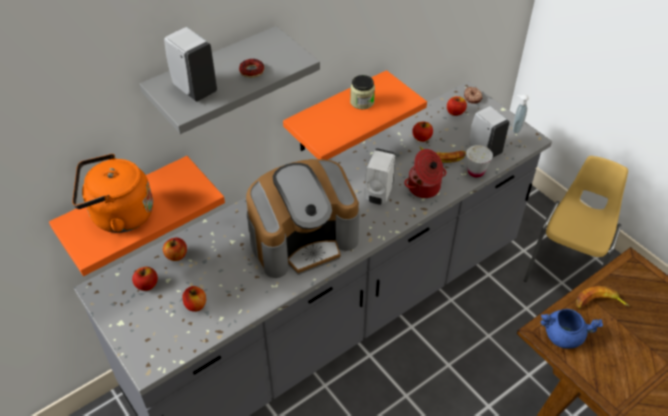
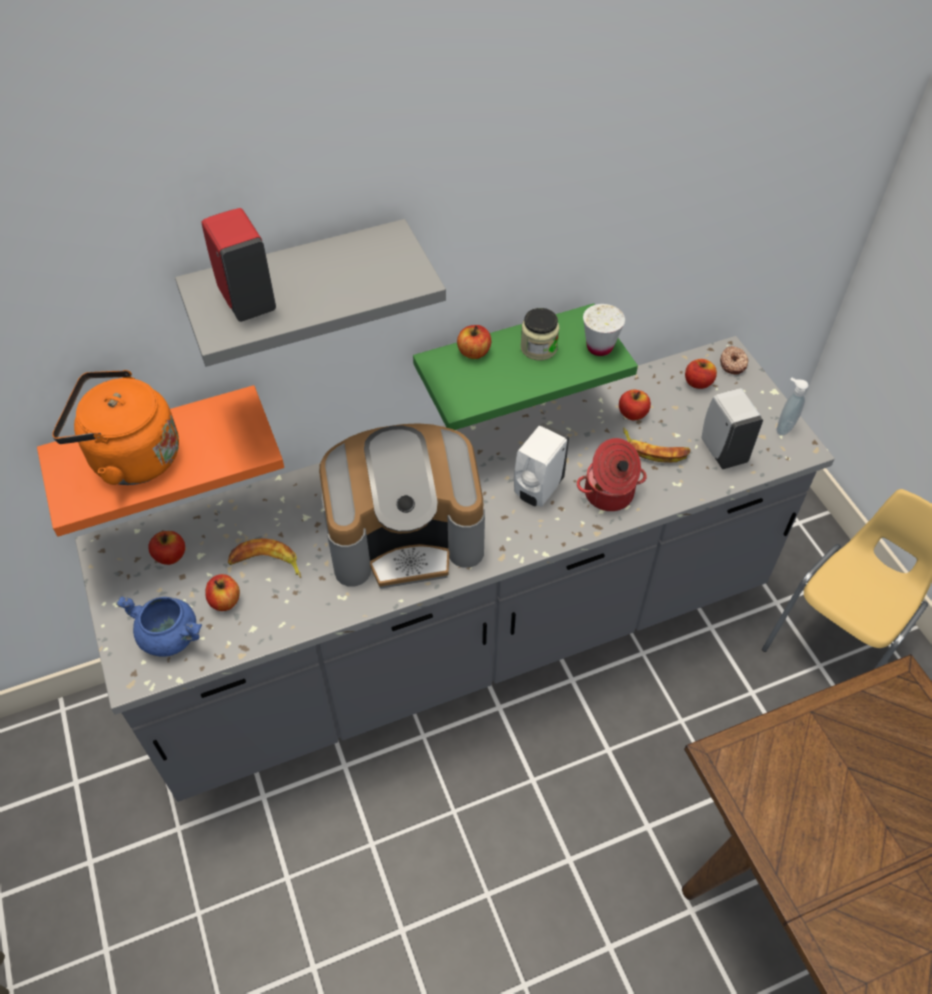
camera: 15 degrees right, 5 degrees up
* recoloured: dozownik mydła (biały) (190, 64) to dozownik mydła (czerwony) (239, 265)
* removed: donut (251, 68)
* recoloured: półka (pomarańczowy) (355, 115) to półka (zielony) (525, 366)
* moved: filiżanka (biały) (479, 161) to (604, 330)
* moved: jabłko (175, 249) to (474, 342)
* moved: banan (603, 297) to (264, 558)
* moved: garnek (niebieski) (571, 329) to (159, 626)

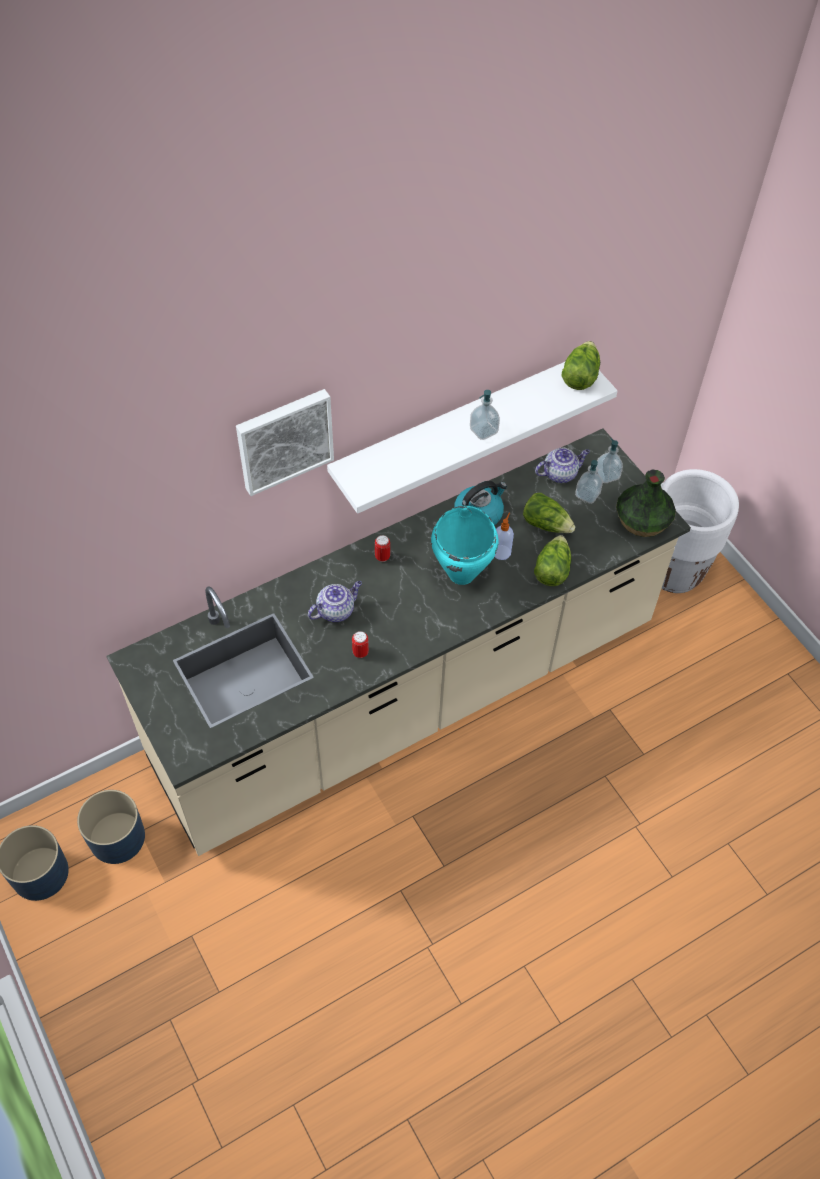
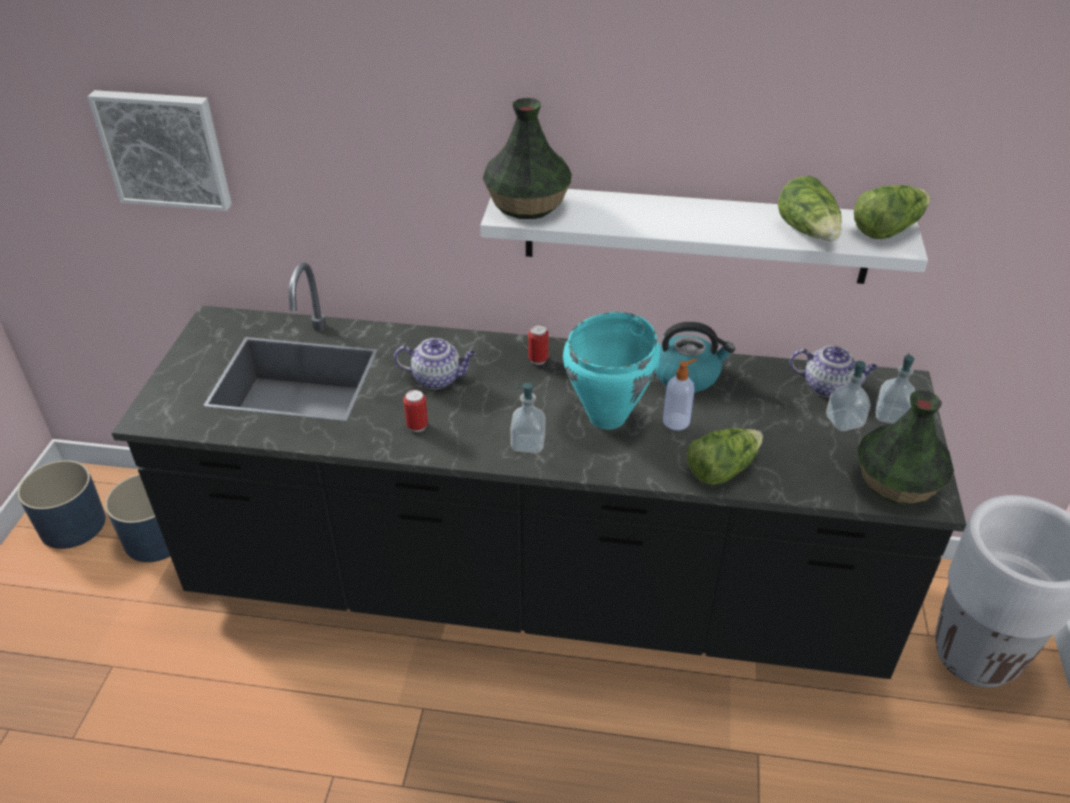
camera: 40 degrees right, 15 degrees down
* moved: obraz (285, 442) to (159, 150)
* moved: dozownik mydła (485, 415) to (528, 417)
* recoloured: zabudowa kuchenna (beżowy) (398, 642) to zabudowa kuchenna (czarny) (539, 470)
* moved: sałata (549, 513) to (810, 208)
* added: wazon (527, 158)

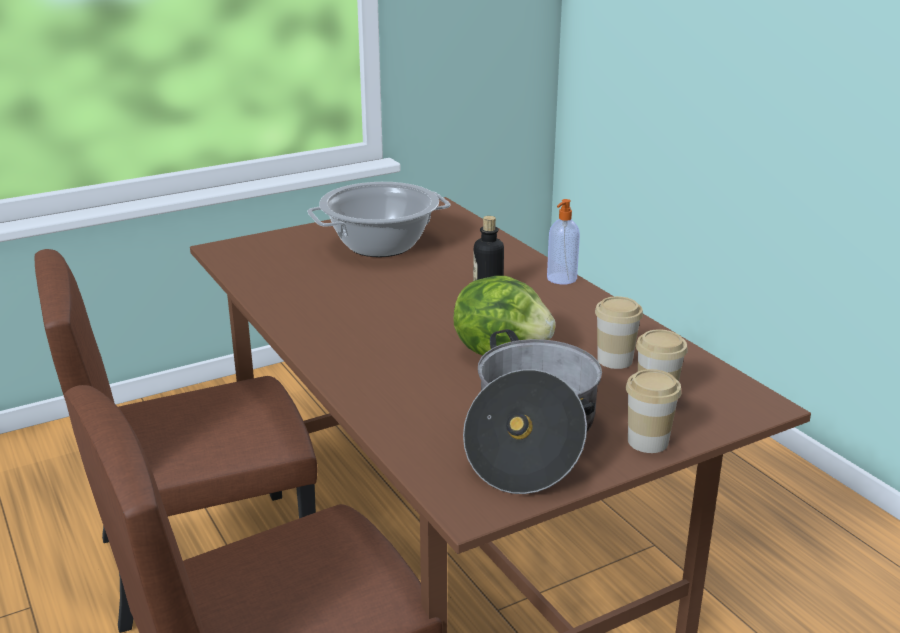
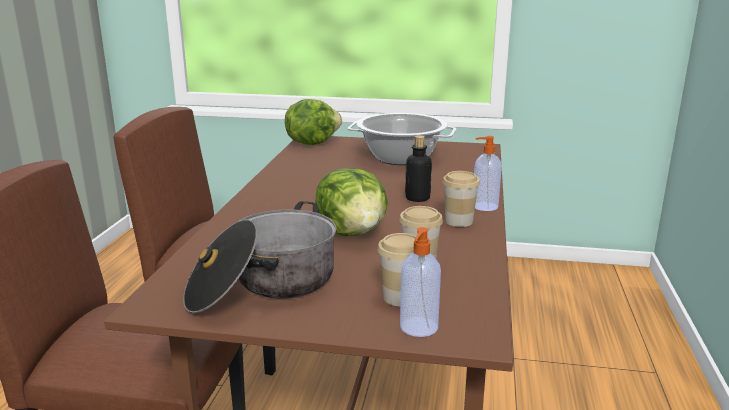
camera: 40 degrees right, 5 degrees down
* moved: filiżanka (654, 411) to (461, 199)
* added: sałata (313, 122)
* added: dozownik mydła (420, 282)

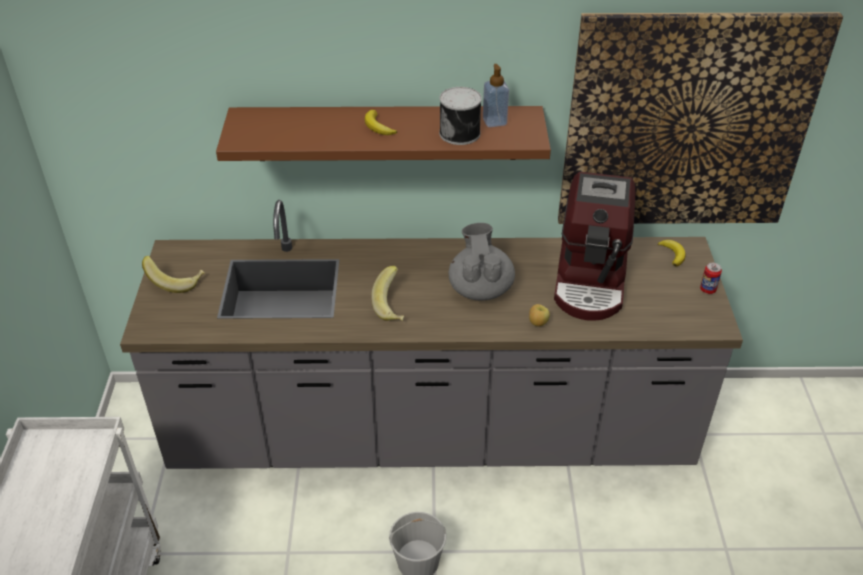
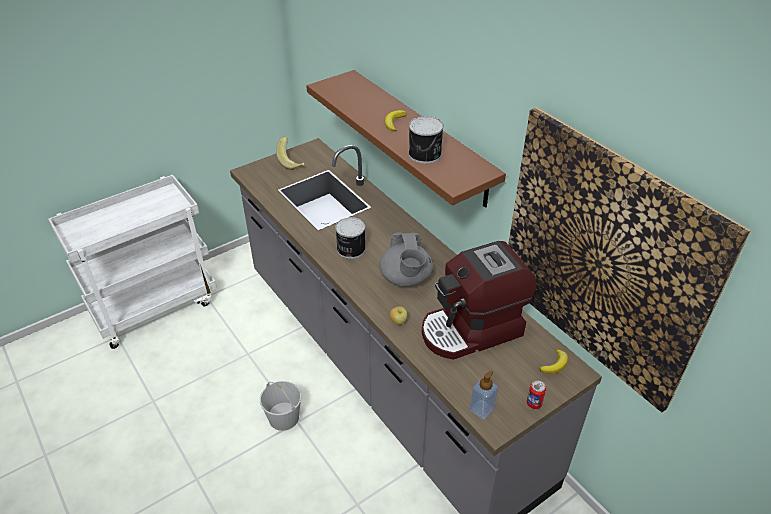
camera: 55 degrees right, 0 degrees up
* moved: dozownik mydła (496, 95) to (484, 395)
* turned: imbryk (szary) (482, 261) = (406, 259) 120 degrees clockwise
* replaced: banan (387, 293) to puszka (350, 238)

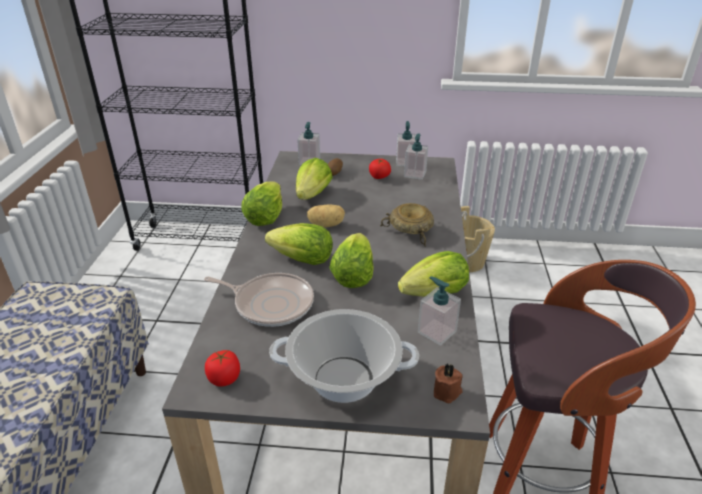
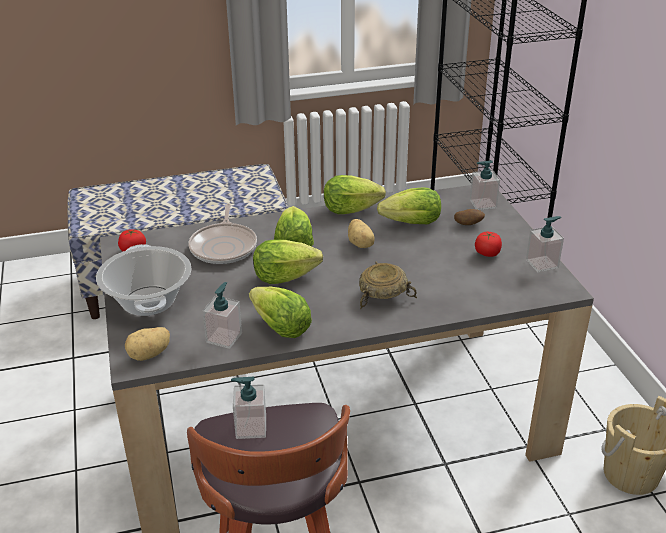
camera: 70 degrees right, 0 degrees up
* moved: dozownik mydła (416, 156) to (248, 408)
* replaced: świeca (brązowy) (448, 383) to ziemniak (147, 344)

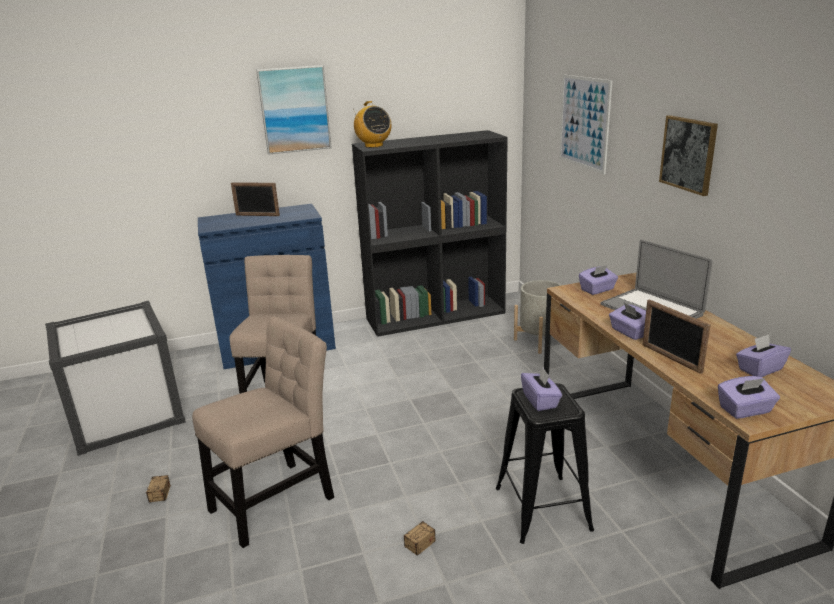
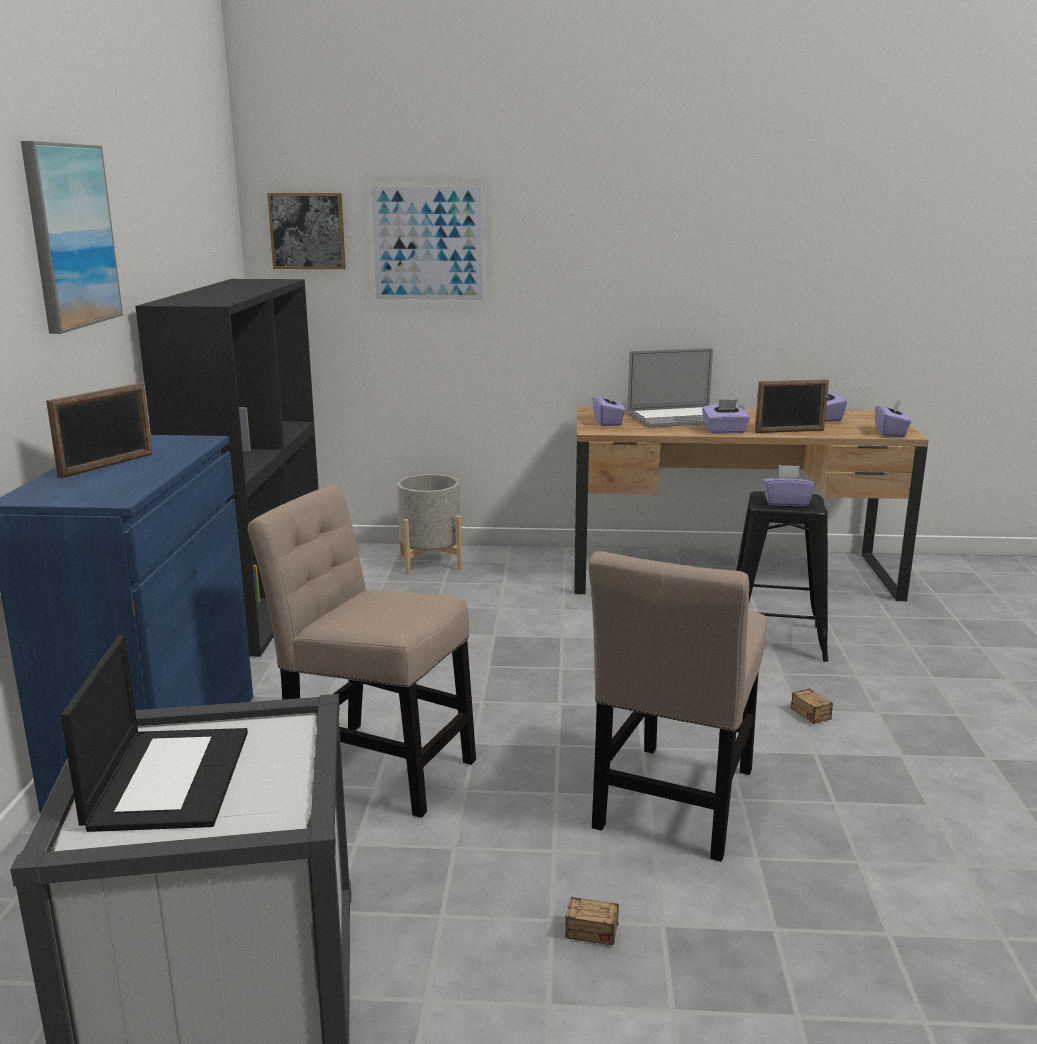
camera: 70 degrees left, 5 degrees down
* removed: radio (372, 124)
* moved: obraz (688, 155) to (306, 231)
* turned: krzesło (beżowy) (263, 432) = (678, 706) 135 degrees counterclockwise
* added: laptop (154, 733)

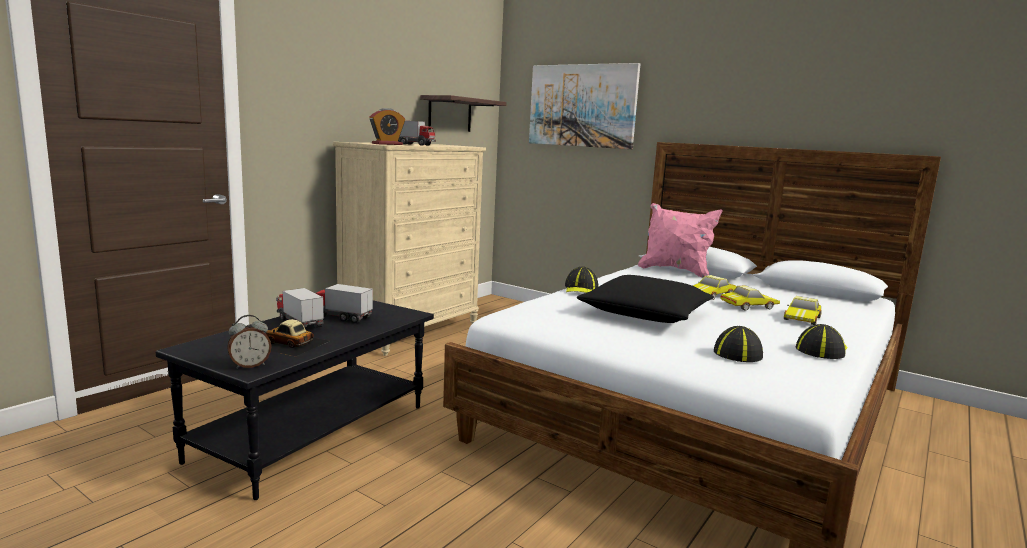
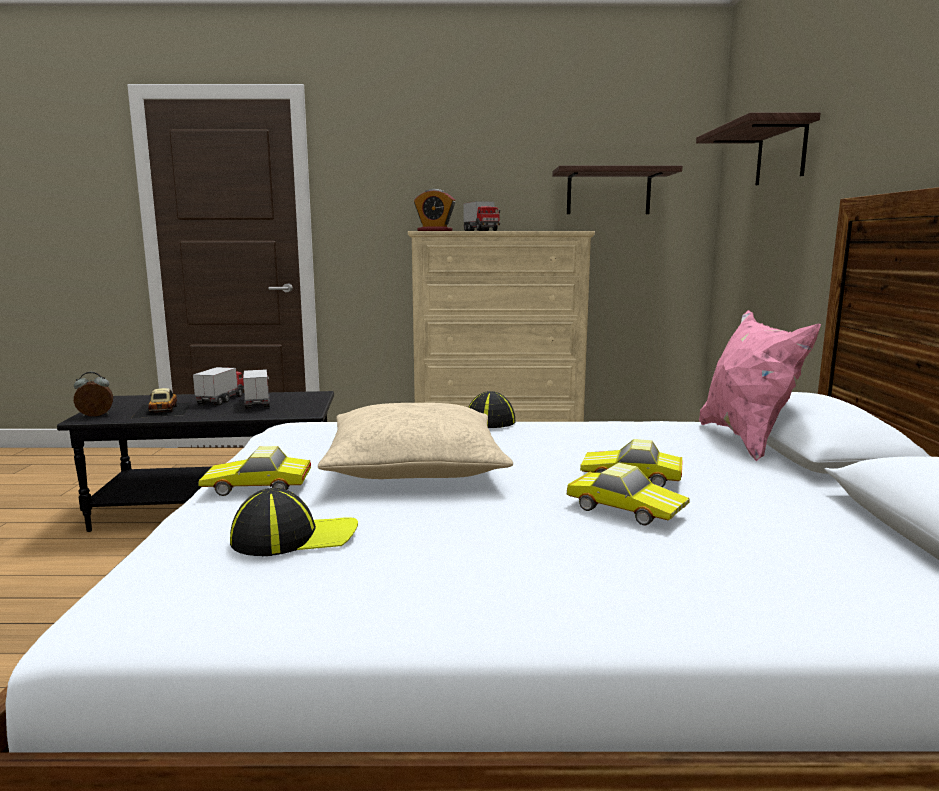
camera: 55 degrees right, 0 degrees up
* replaced: obraz (584, 106) to półka (758, 148)
* recoloured: poduszka (czarny) (645, 299) to poduszka (beżowy) (415, 441)
* moved: samochodzik (803, 310) to (255, 471)
* turned: budzik (249, 342) = (93, 394) 135 degrees clockwise
* removed: czapka z daszkiem (822, 341)

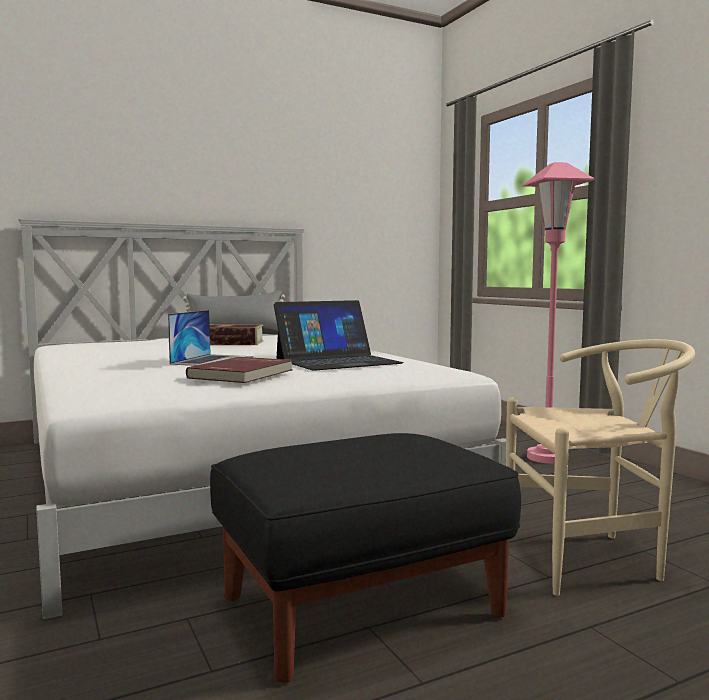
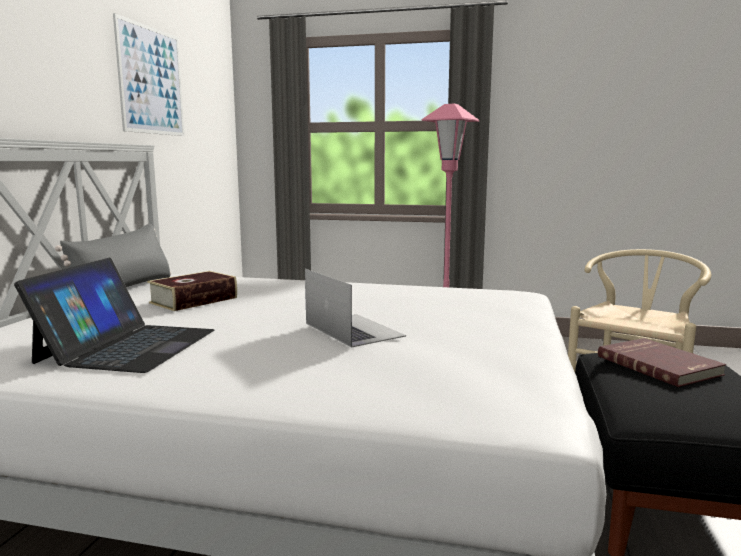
camera: 50 degrees left, 5 degrees up
* moved: laptop (339, 335) to (114, 315)
* moved: książka (czerwony) (239, 370) to (662, 362)
* added: obraz (148, 74)

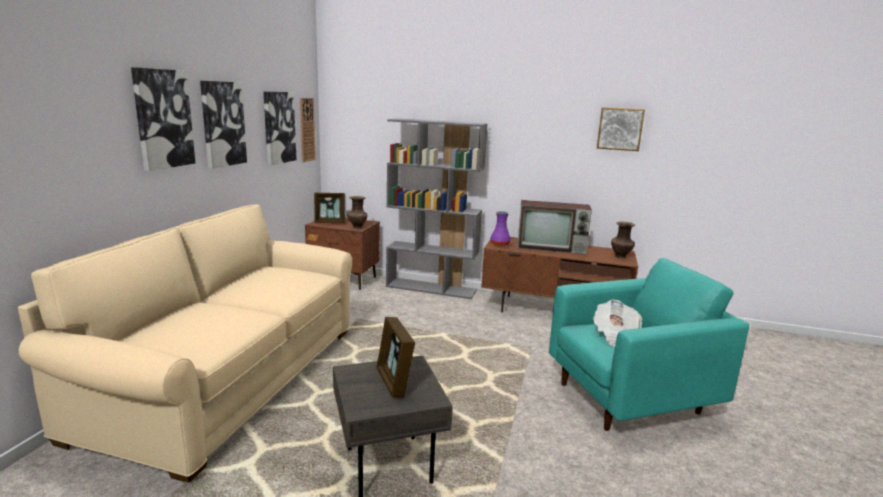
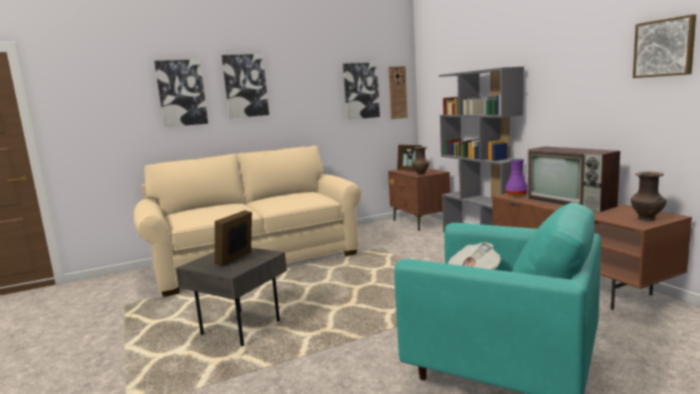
camera: 50 degrees right, 5 degrees down
* moved: obraz (223, 125) to (181, 93)

